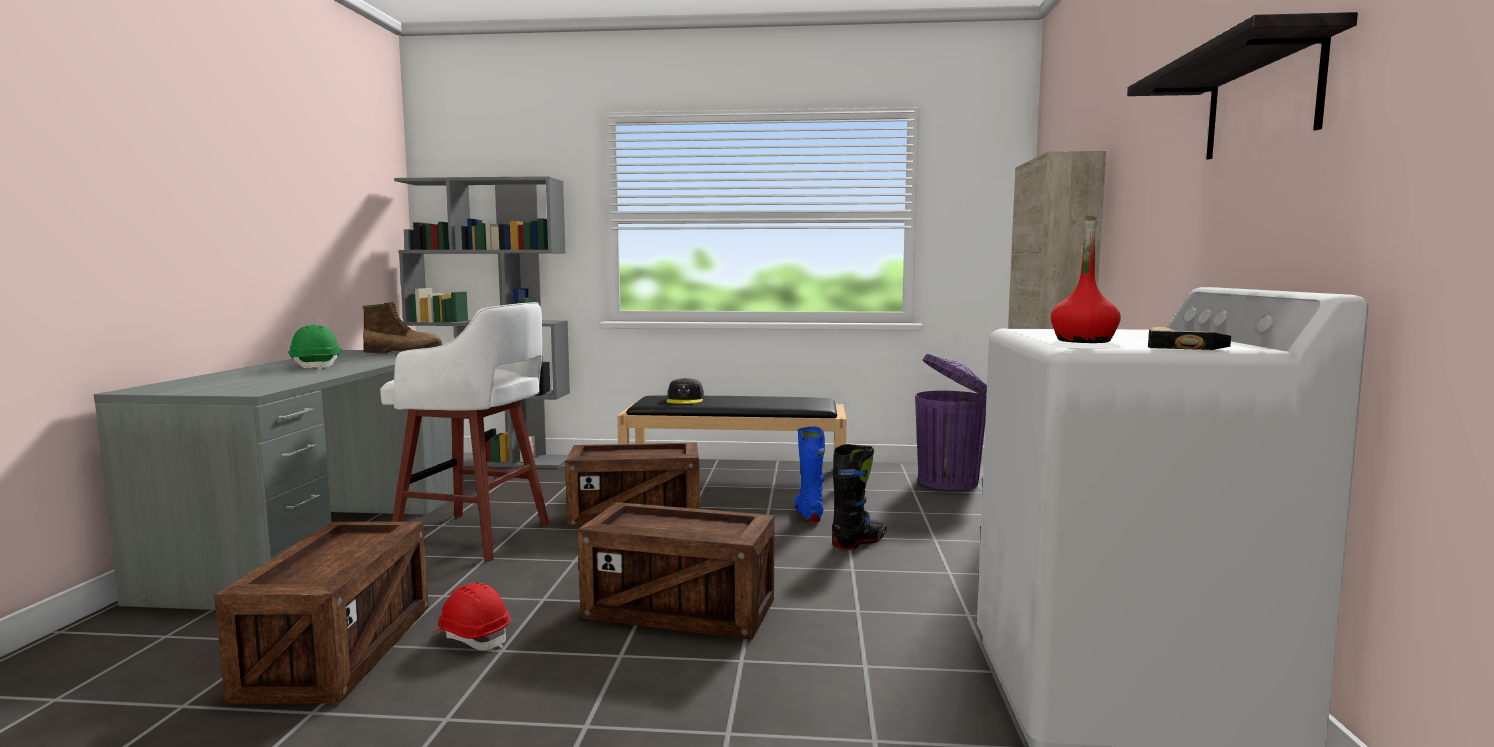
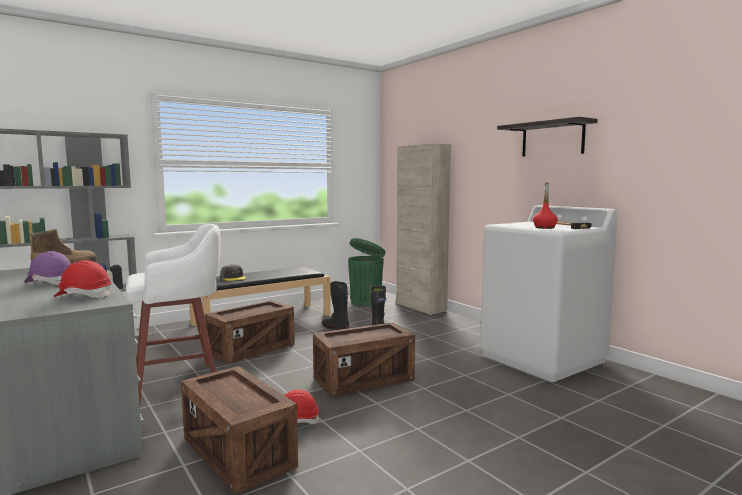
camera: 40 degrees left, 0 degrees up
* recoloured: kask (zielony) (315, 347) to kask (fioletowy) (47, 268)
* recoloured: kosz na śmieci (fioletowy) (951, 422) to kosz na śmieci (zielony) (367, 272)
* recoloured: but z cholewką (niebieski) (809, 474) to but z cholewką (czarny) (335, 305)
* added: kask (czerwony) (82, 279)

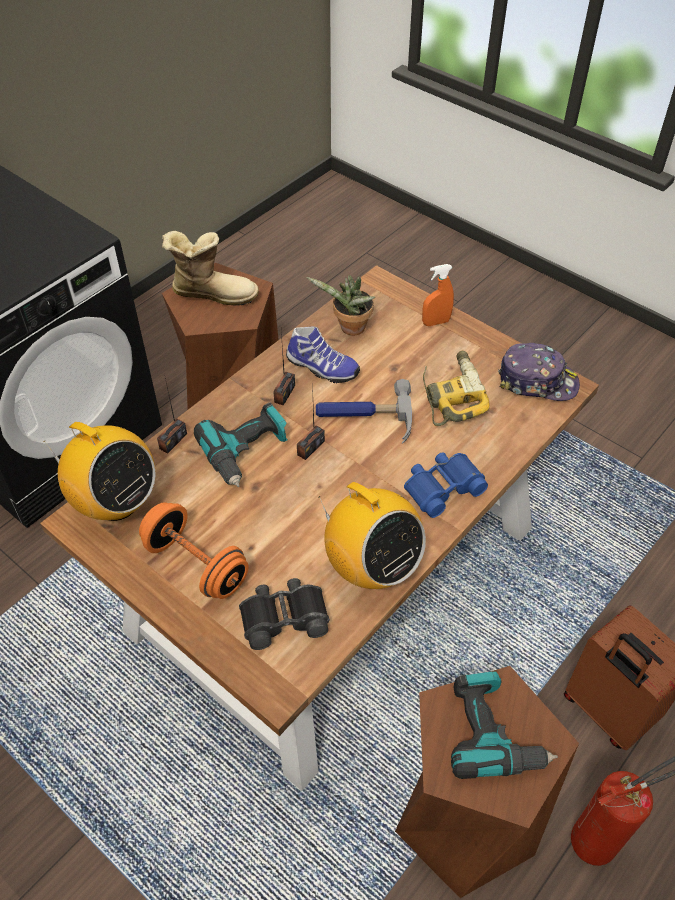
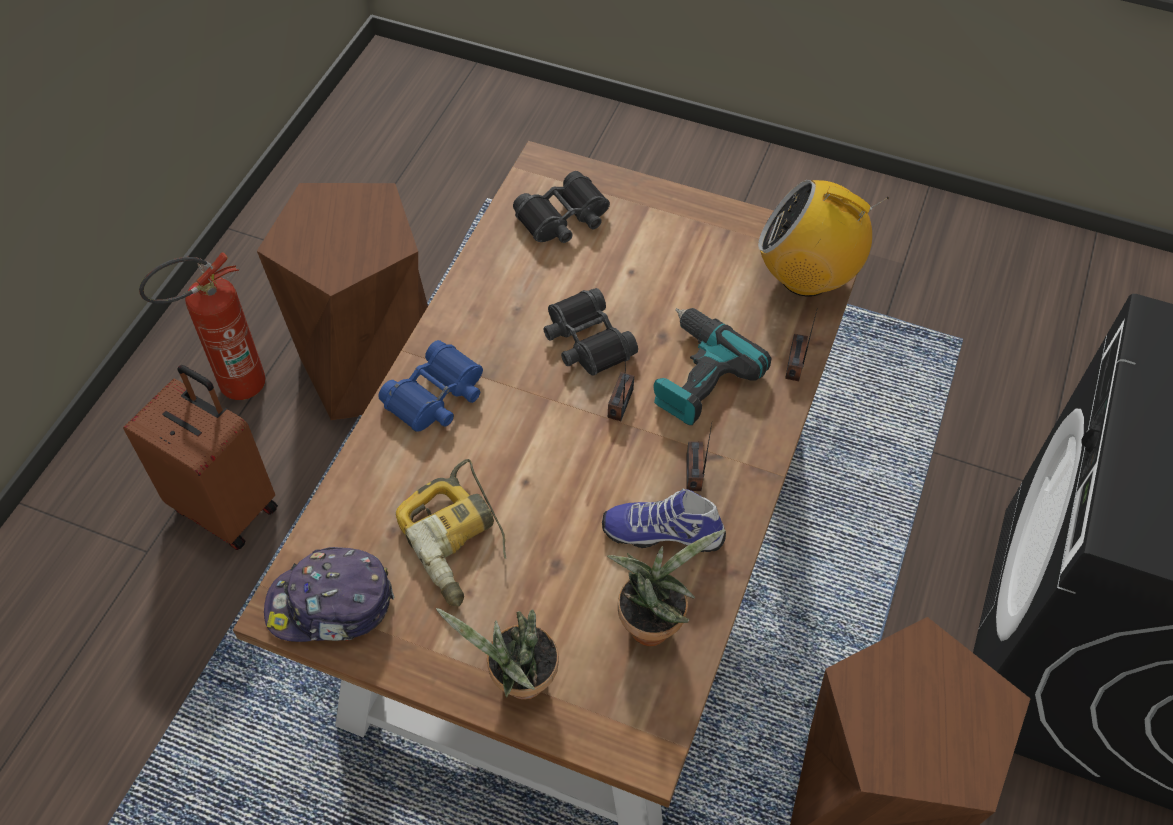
camera: 160 degrees right, 5 degrees up
* removed: but z cholewką (210, 268)
* replaced: spryskiwacz (pomarańczowy) (438, 295) to roślina doniczkowa (497, 654)
* removed: młotek (364, 411)
* removed: radio (372, 535)
* removed: hantel (pomarańczowy) (193, 550)
* removed: wiertarka (504, 725)
* added: lornetka (czarny) (591, 332)

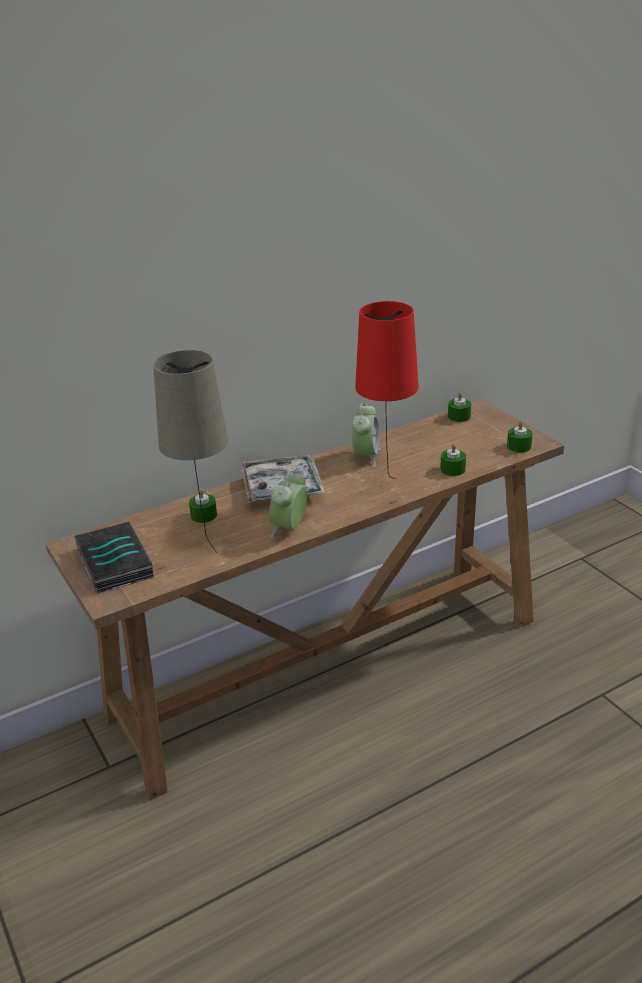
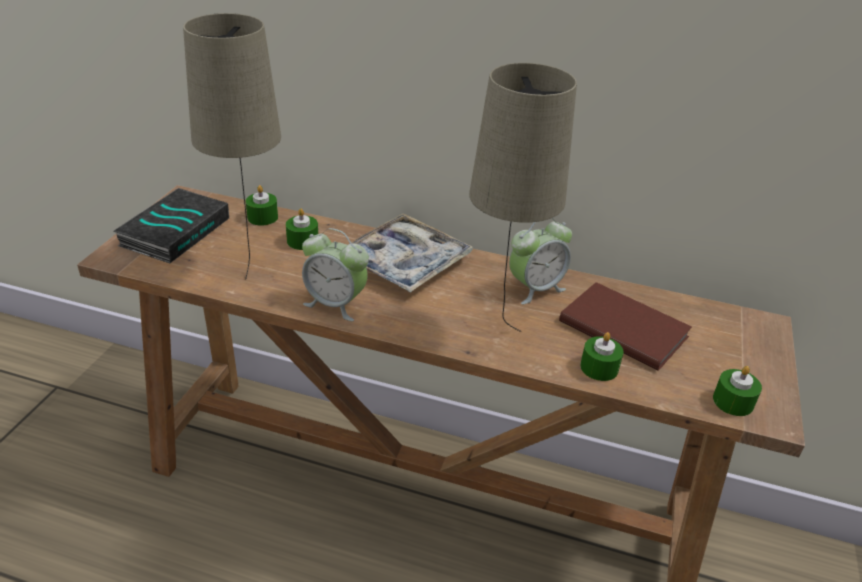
camera: 45 degrees right, 5 degrees up
* recoloured: lampa stołowa (czerwony) (387, 390) to lampa stołowa (beżowy) (523, 197)
* moved: świeca (zielony) (459, 407) to (262, 205)
* turned: budzik (288, 504) = (335, 274) 135 degrees counterclockwise
* added: książka (brązowy) (625, 326)

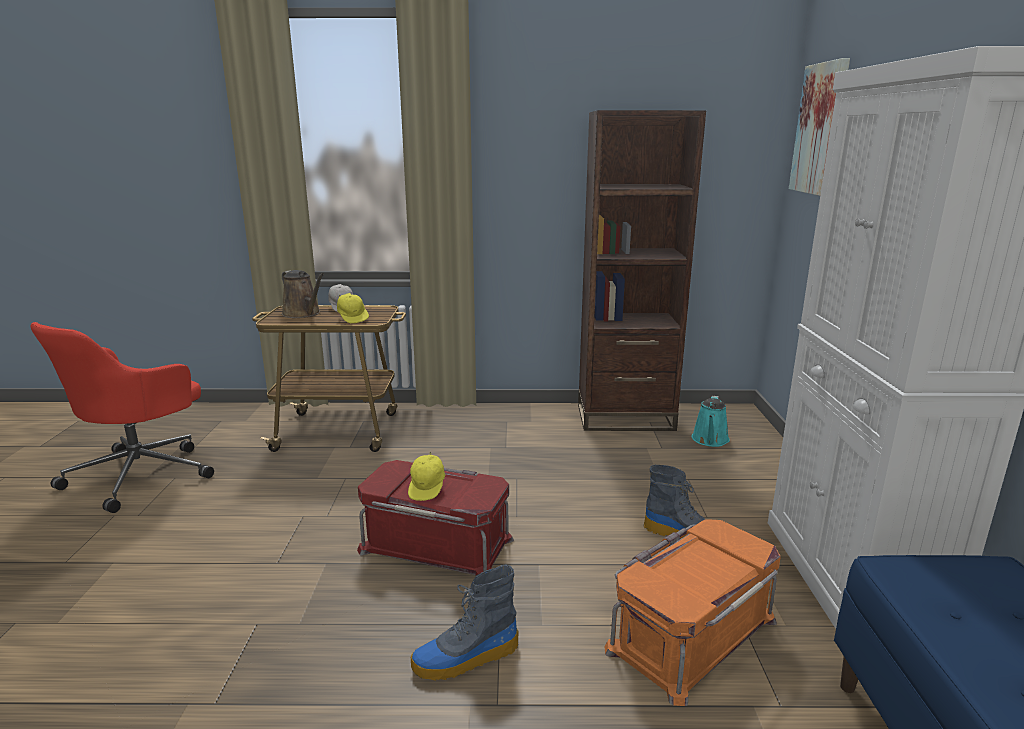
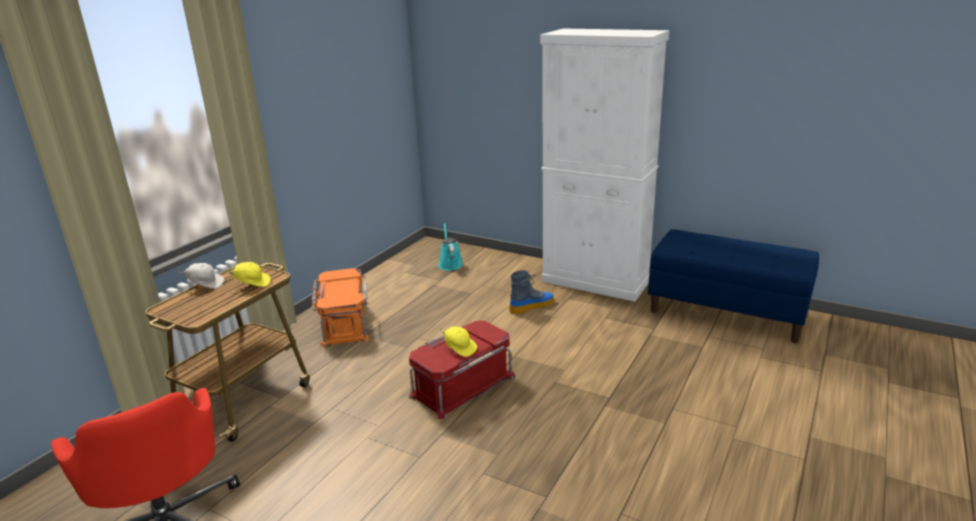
camera: 60 degrees left, 5 degrees up
* removed: obraz (819, 127)
* removed: regał (brązowy) (642, 270)
* removed: konewka (brązowy) (303, 294)
* turned: konewka (turkusowy) (711, 421) = (450, 247) 150 degrees counterclockwise
* moved: pojemnik do przechowywania (pomarańczowy) (693, 612) to (340, 308)
* removed: but z cholewką (464, 622)

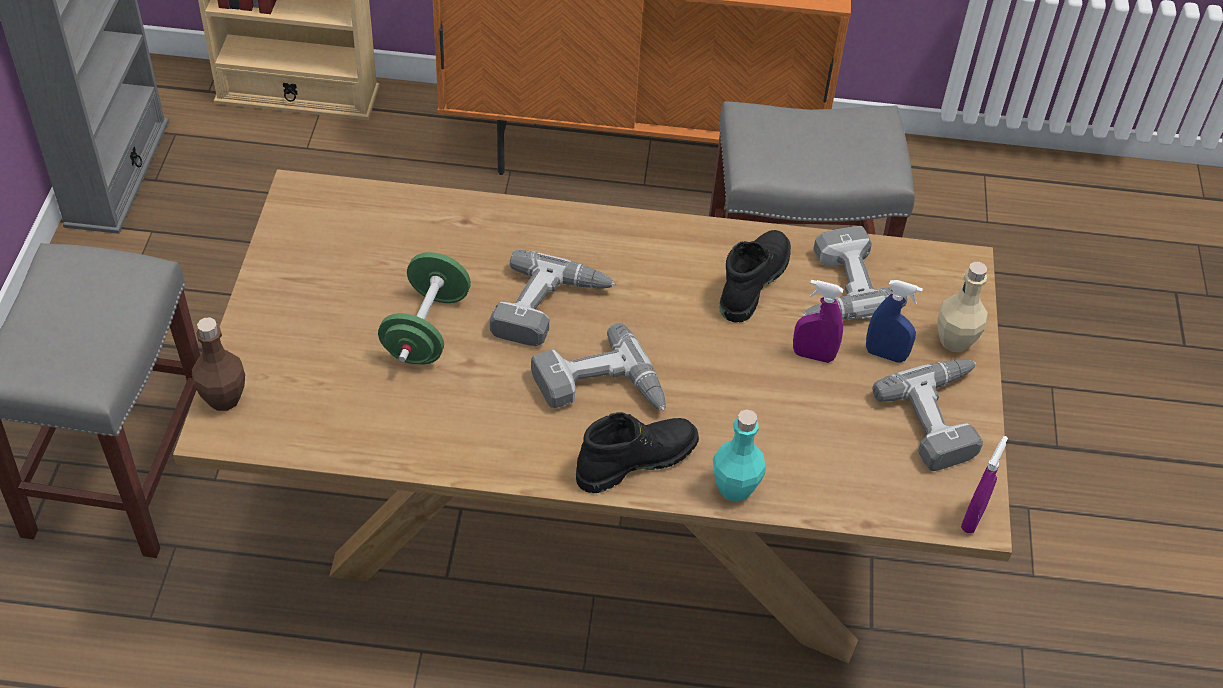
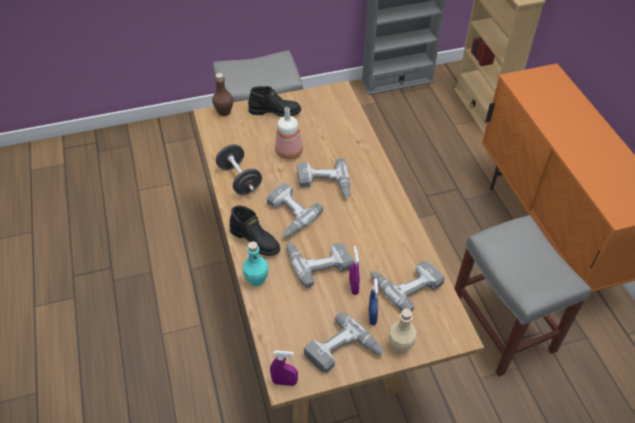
camera: 70 degrees right, 0 degrees up
* moved: but z cholewką (czarny) (755, 276) to (274, 101)
* replaced: hantel (zielony) (424, 308) to butelka (289, 133)
* added: hantel (czarny) (239, 169)
* added: wiertarka (320, 265)

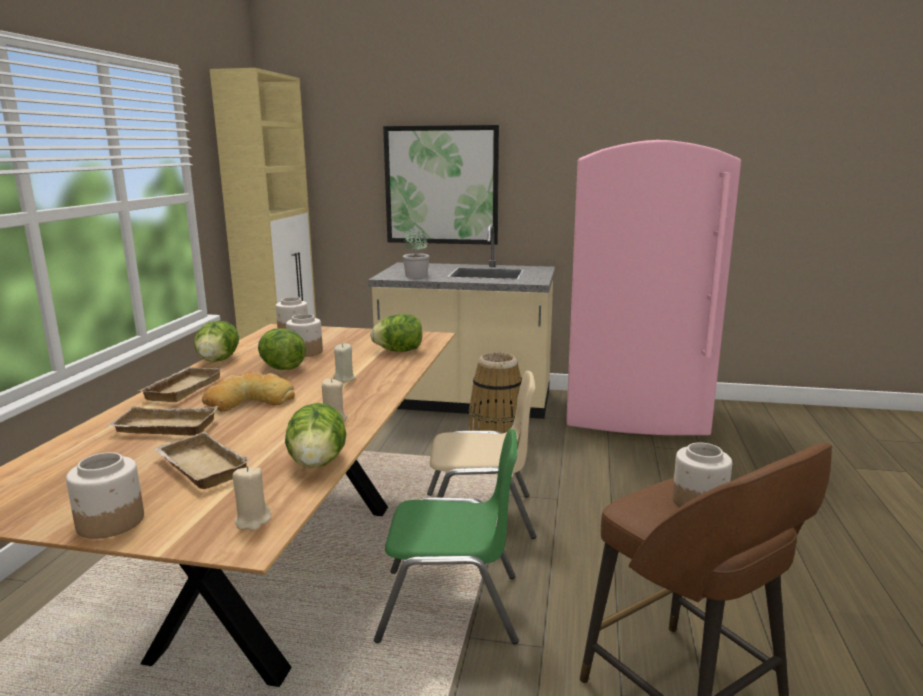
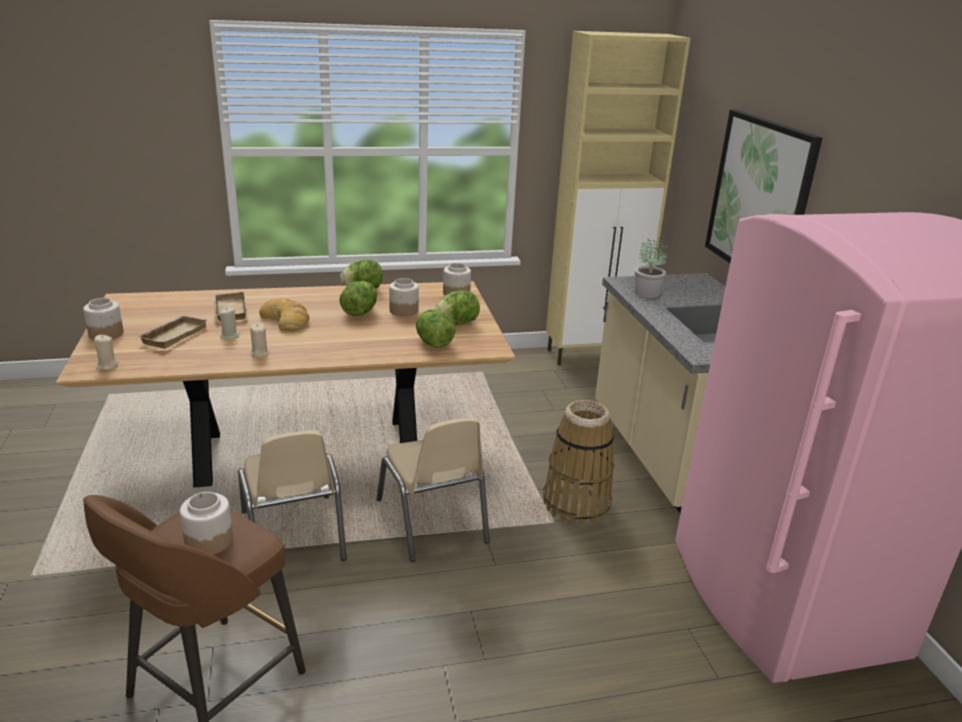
camera: 65 degrees right, 10 degrees up
* moved: świeca (beżowy) (344, 362) to (229, 324)
* removed: taca (beżowy) (180, 384)
* moved: sałata (315, 435) to (457, 307)
* recoloured: krzesło (zielony) (446, 536) to krzesło (beżowy) (292, 495)

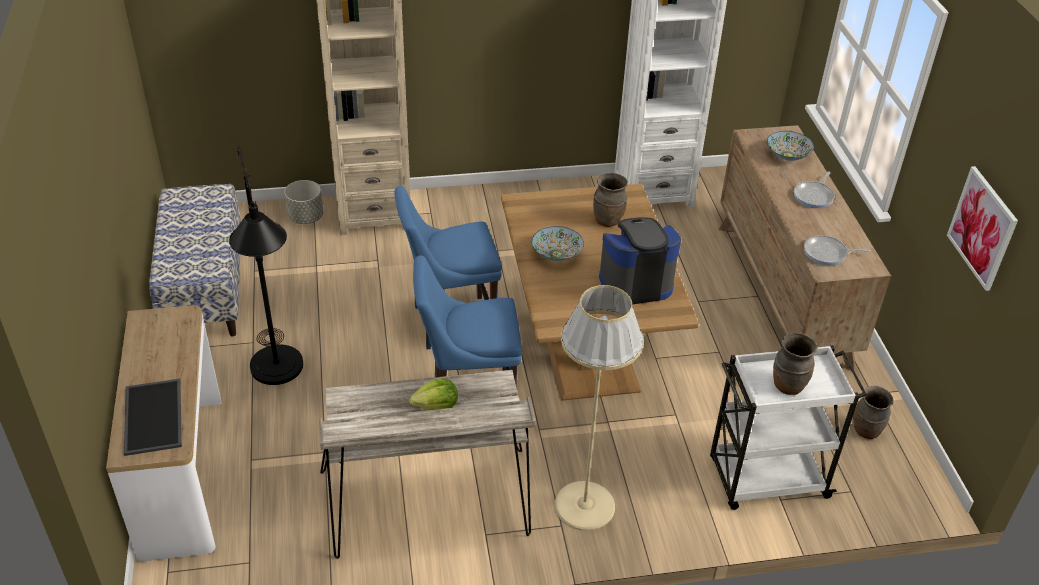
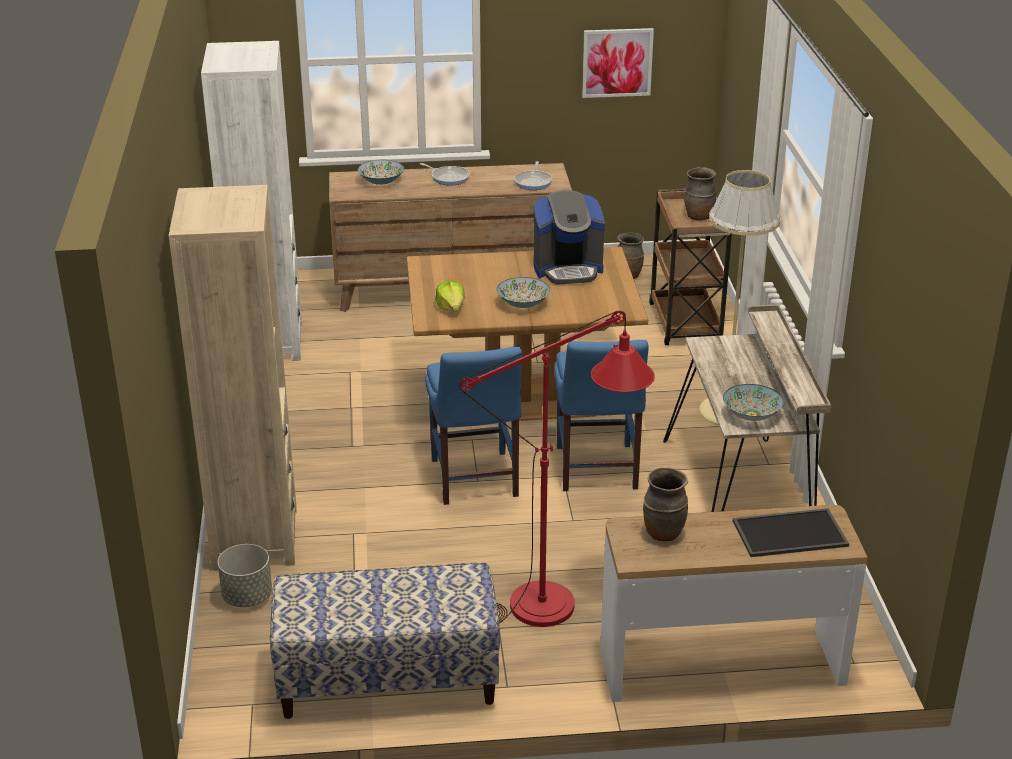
camera: 85 degrees left, 10 degrees down
* recoloured: lampa stojąca (czarny) (266, 265) to lampa stojąca (czerwony) (557, 469)
* moved: wazon (brązowy) (610, 200) to (665, 504)
* turned: ekspres do kawy (640, 260) = (569, 237) 90 degrees counterclockwise
* recoloured: wózek (biały) (788, 427) to wózek (brązowy) (690, 267)
* moved: sałata (433, 394) to (450, 296)
* added: miska (753, 402)

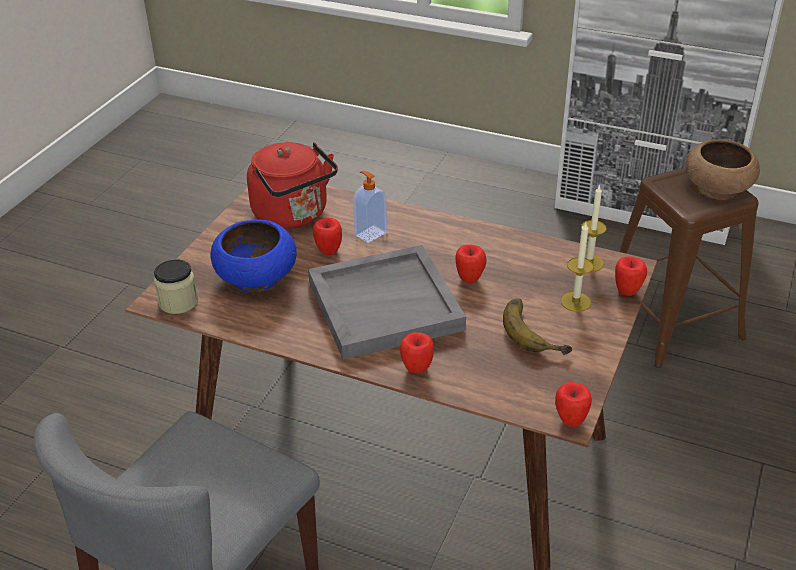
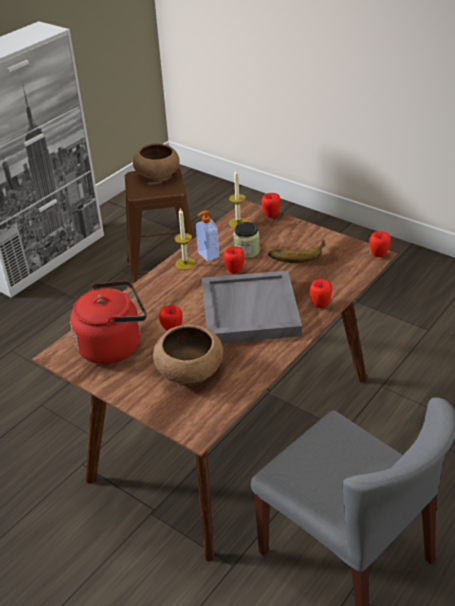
camera: 75 degrees left, 0 degrees up
* moved: dozownik mydła (370, 207) to (207, 235)
* recoloured: miska (niebieski) (253, 256) to miska (brązowy) (188, 355)
* moved: świeca (577, 267) to (185, 239)
* moved: słoik (176, 286) to (246, 240)

